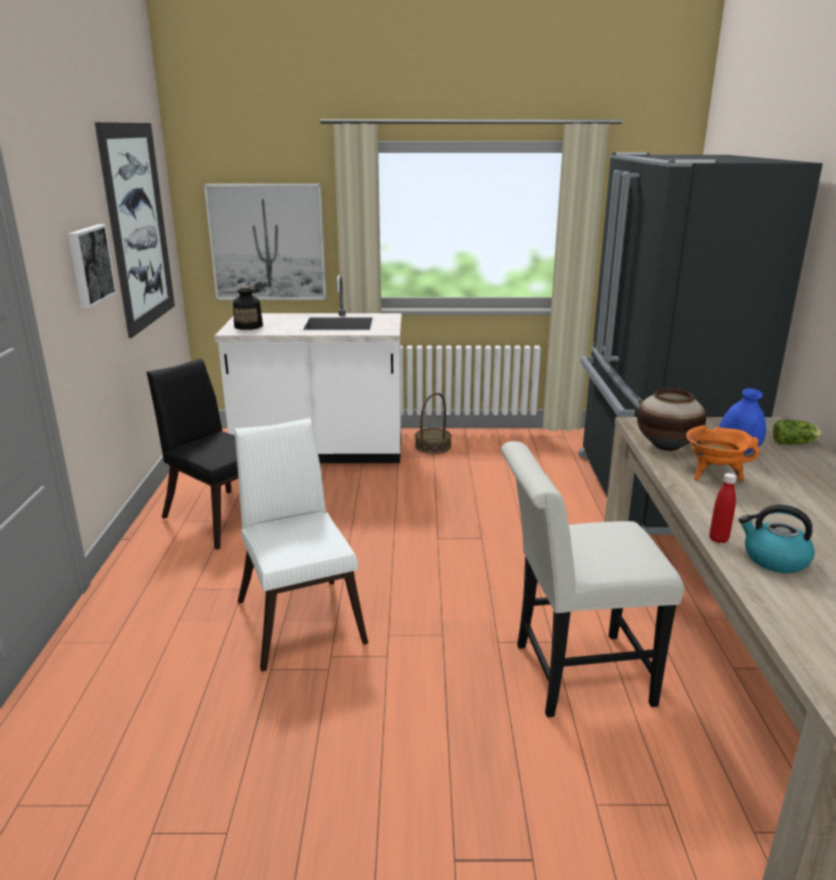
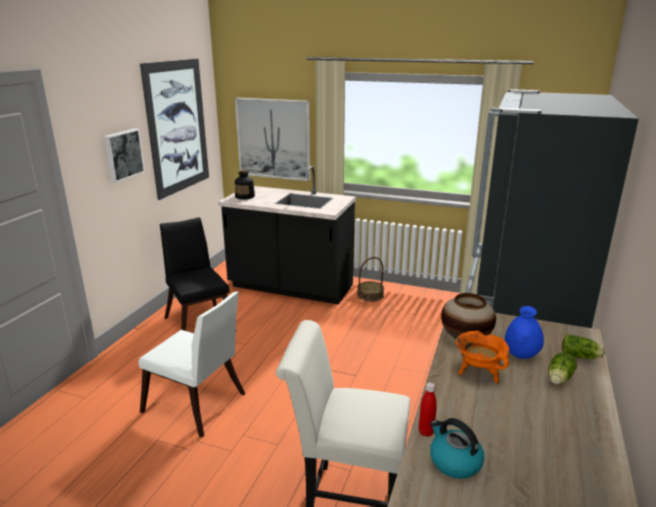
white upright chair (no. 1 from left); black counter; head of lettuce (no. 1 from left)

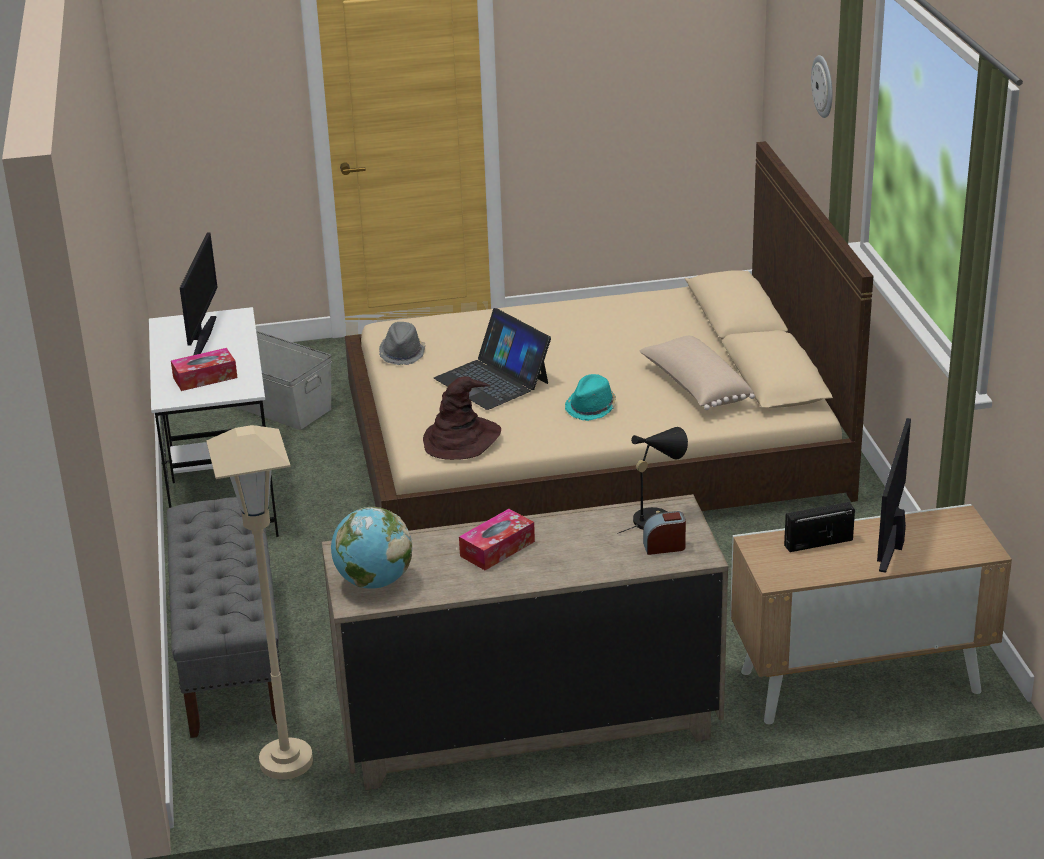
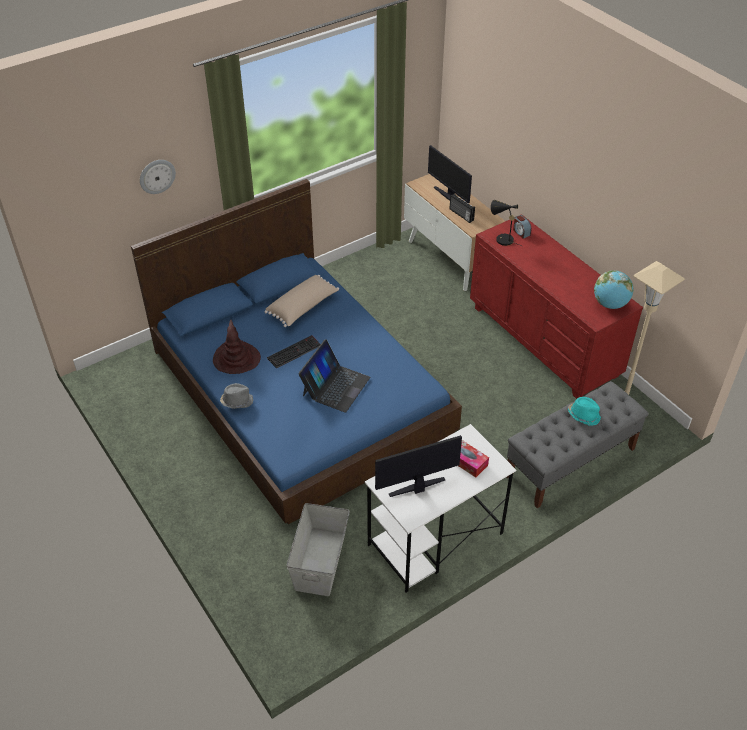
blue-coloured bed; brown-coloured hat; grey hat; PC keyboard; computer display (no. 2 from left); red-coloured drawer chest; turquoise-coloured hat; tissue box (no. 2 from left in the first image)

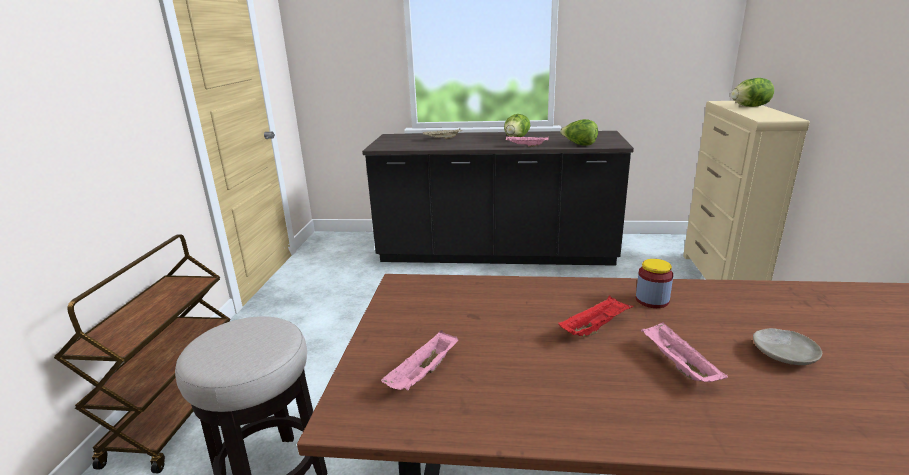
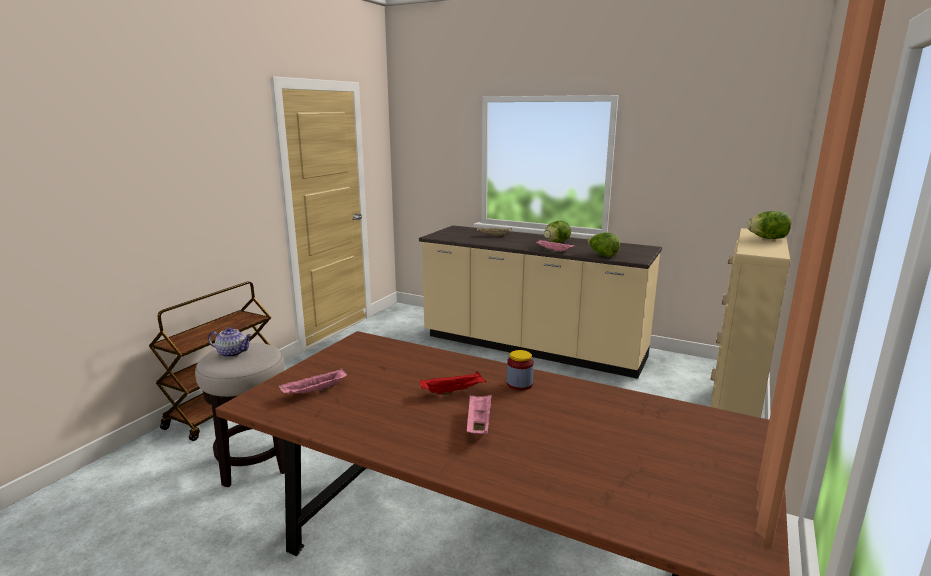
teapot; sand-coloured counter; sand-coloured flat dish

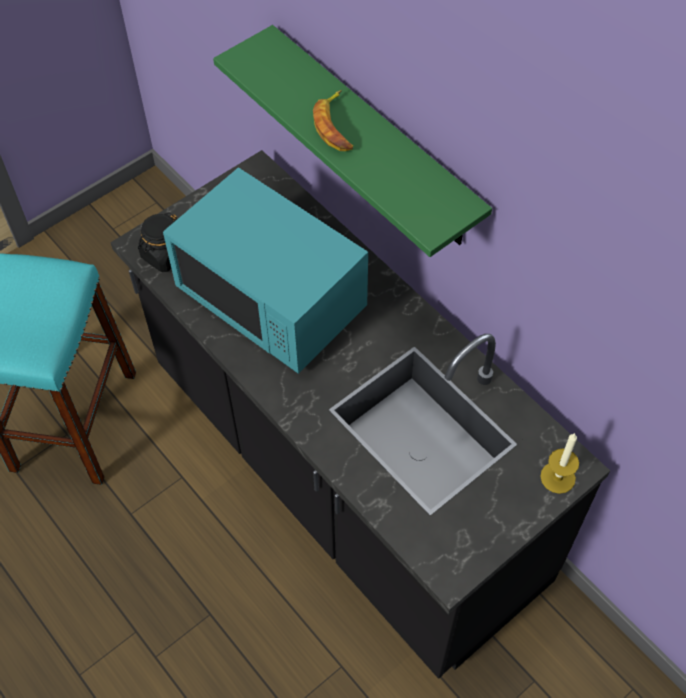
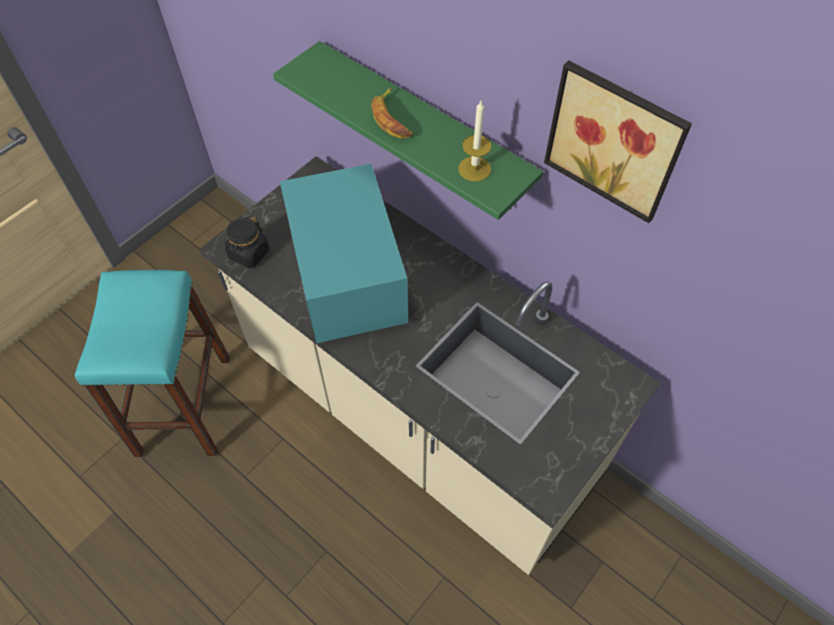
sand-coloured counter; turquoise-coloured kitchen microwave; candle; wall art

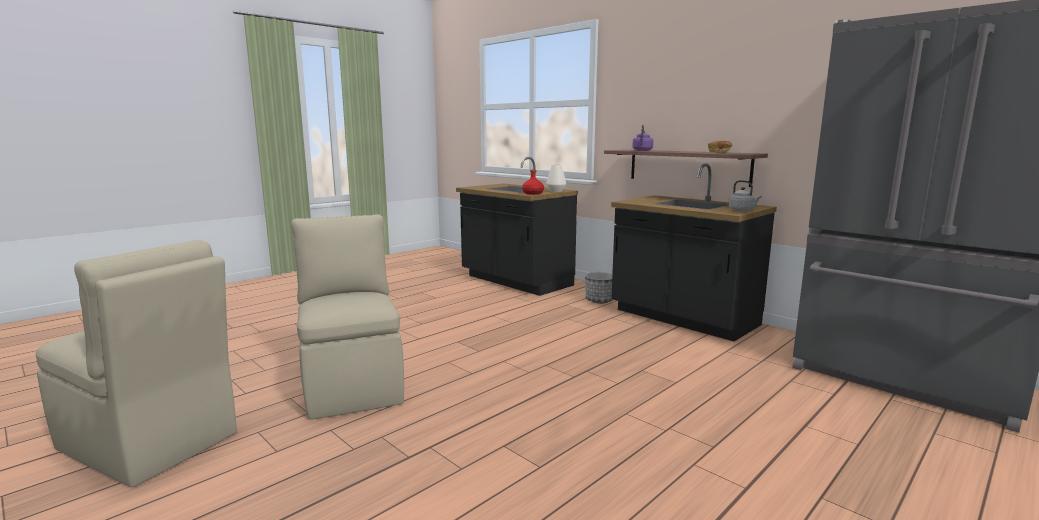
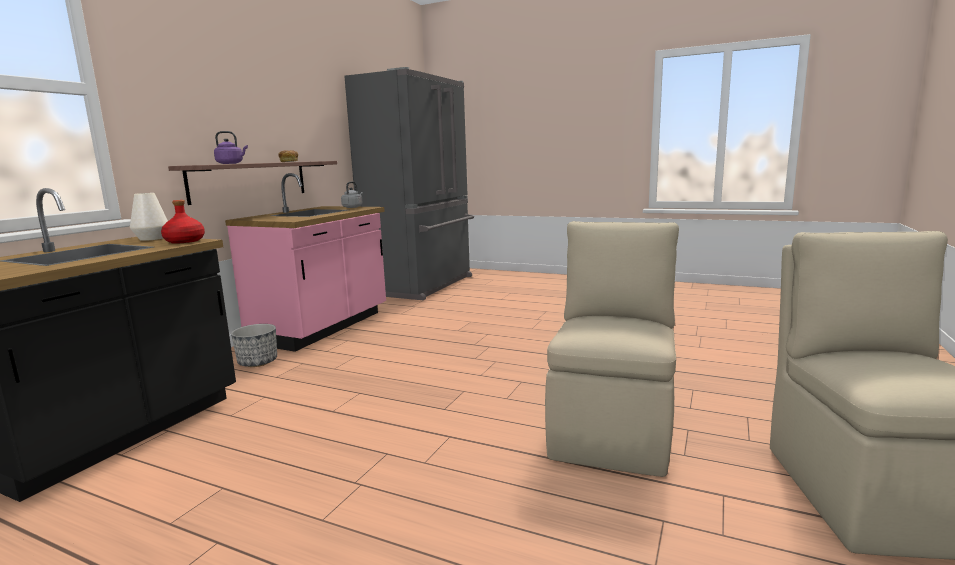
pink counter; sand-coloured upright chair (no. 1 from left)

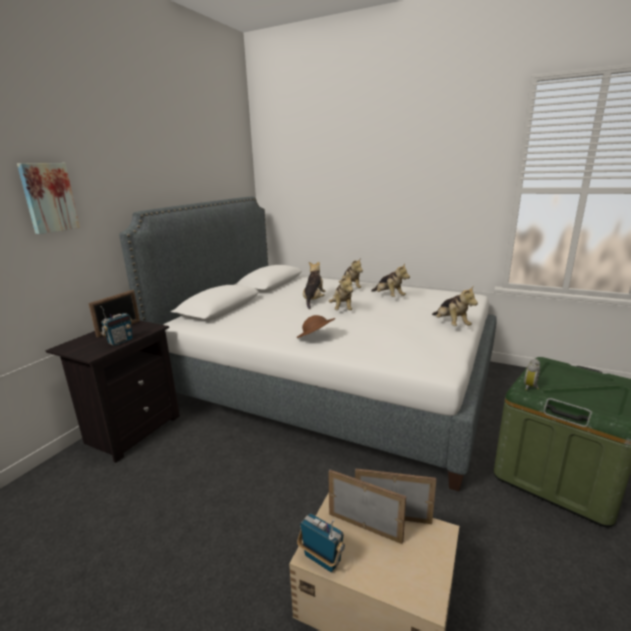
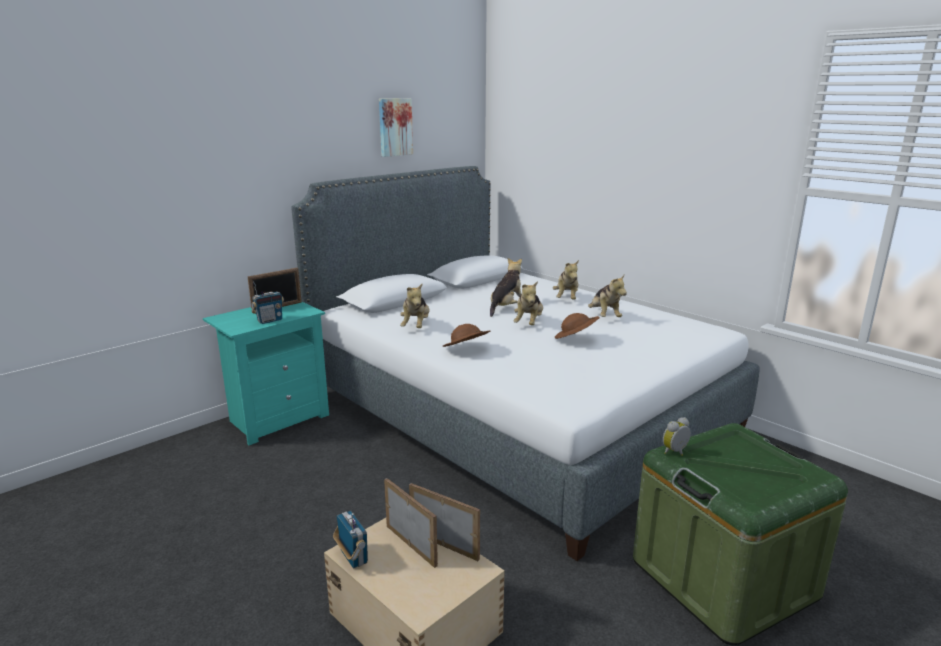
turquoise-coloured bedside table; wall art; soft toy (no. 1 from left); brown-coloured hat (no. 2 from left)

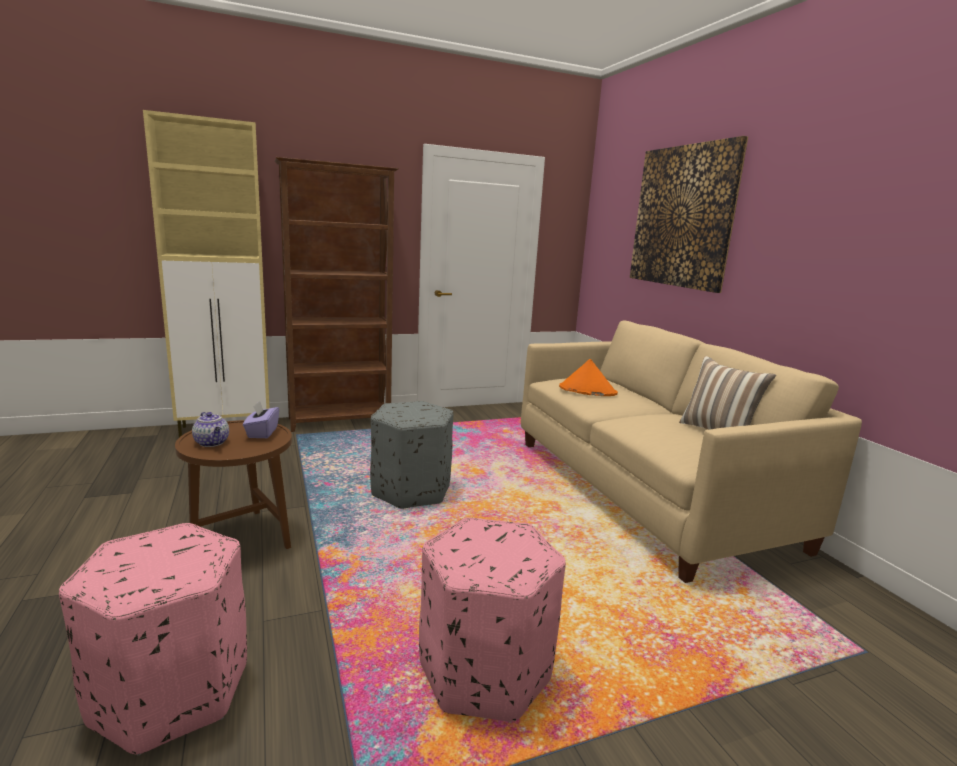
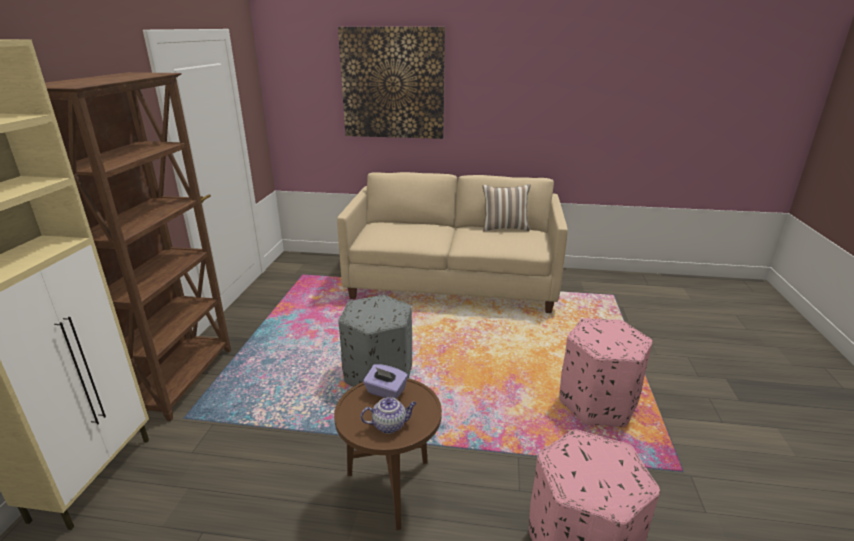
orangey hat

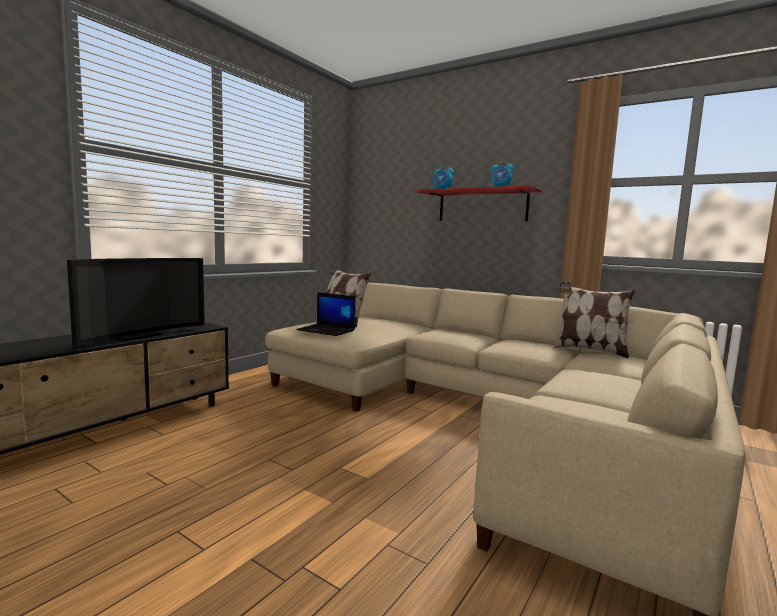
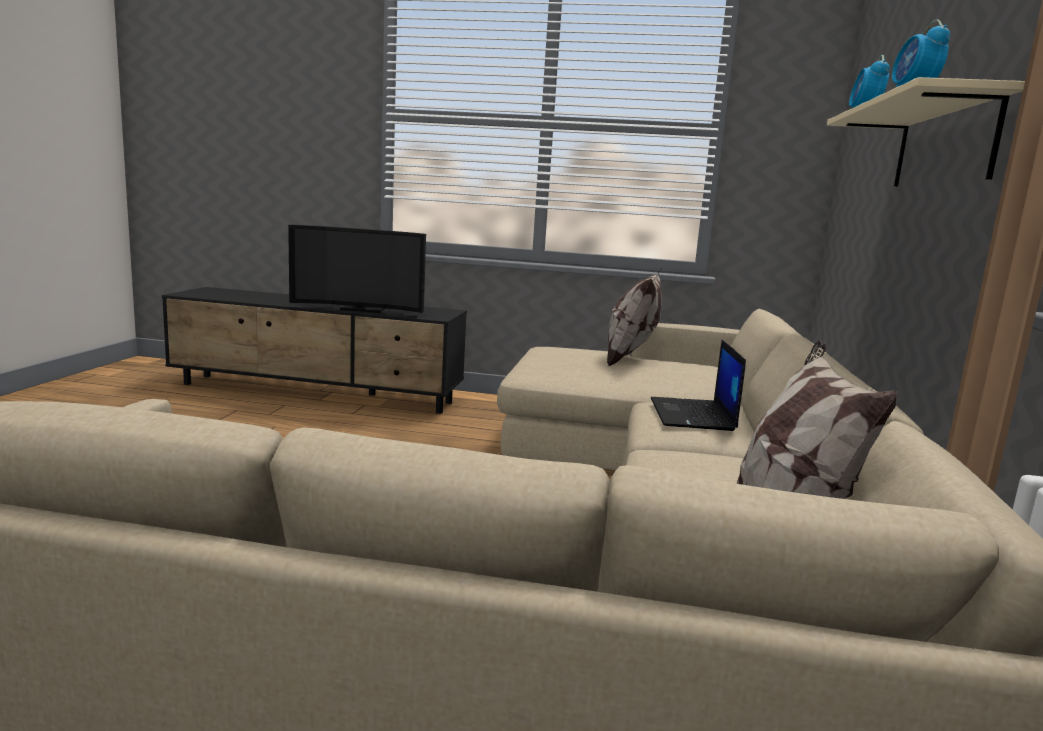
notebook computer; sand-coloured shelf

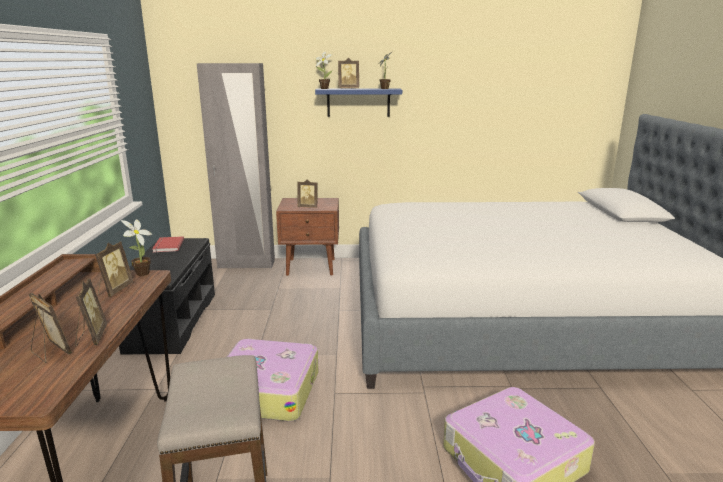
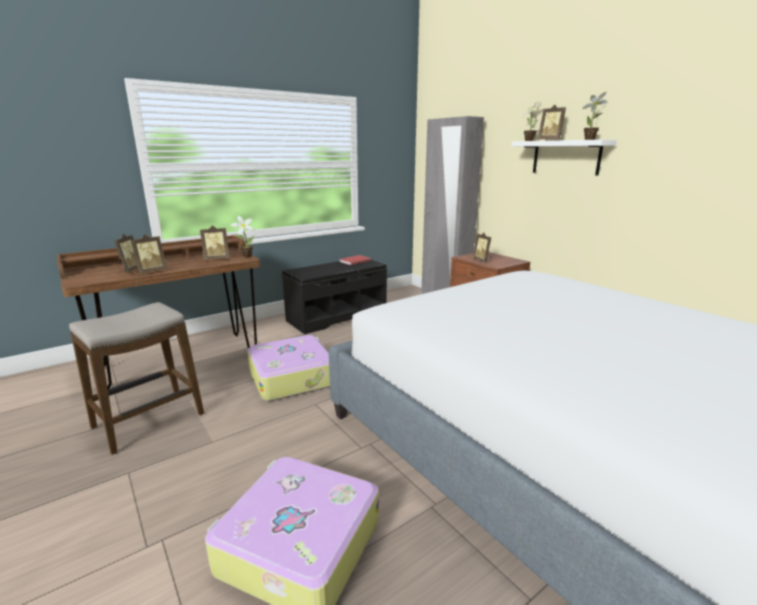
white shelf

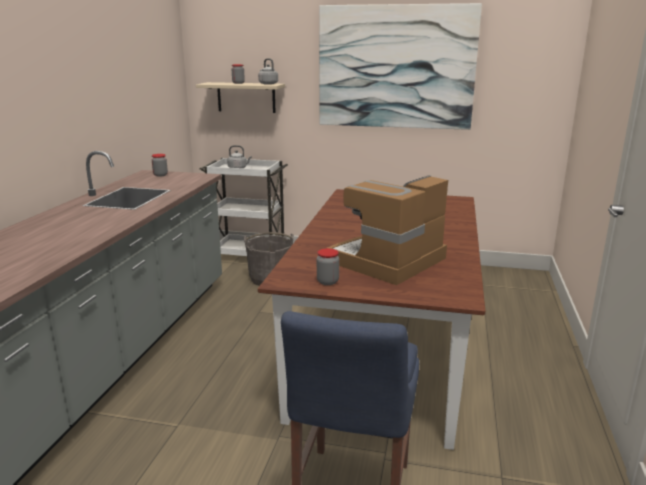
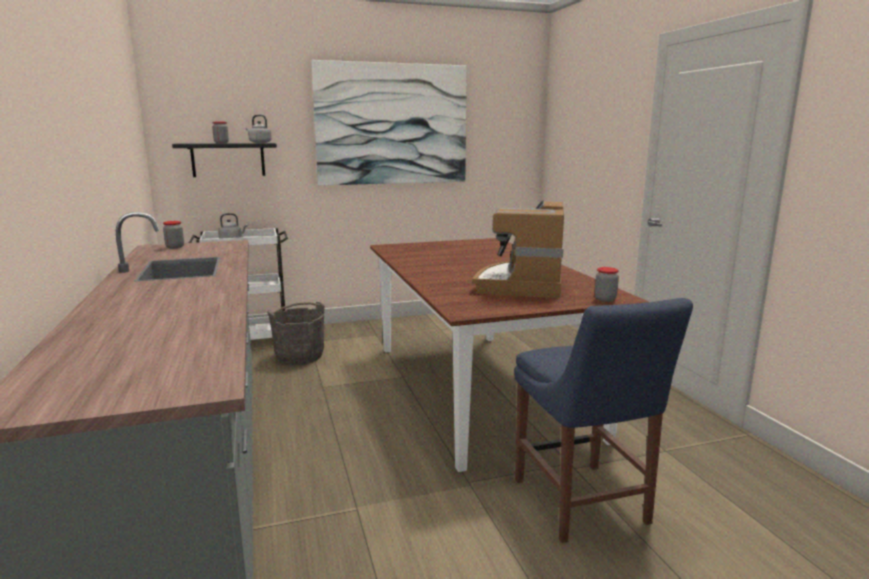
black shelf; jar (no. 3 from left)

